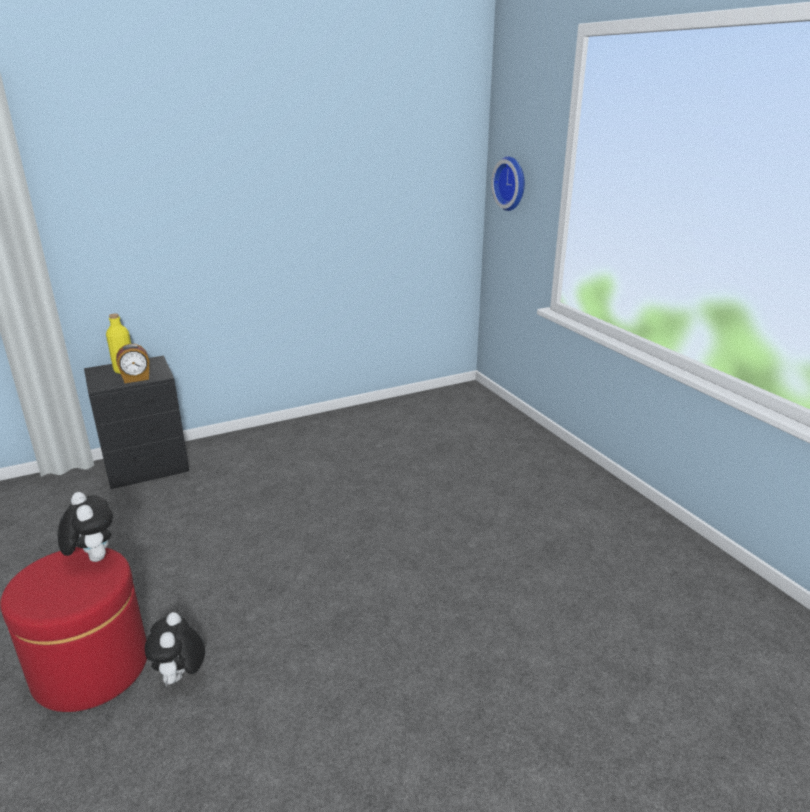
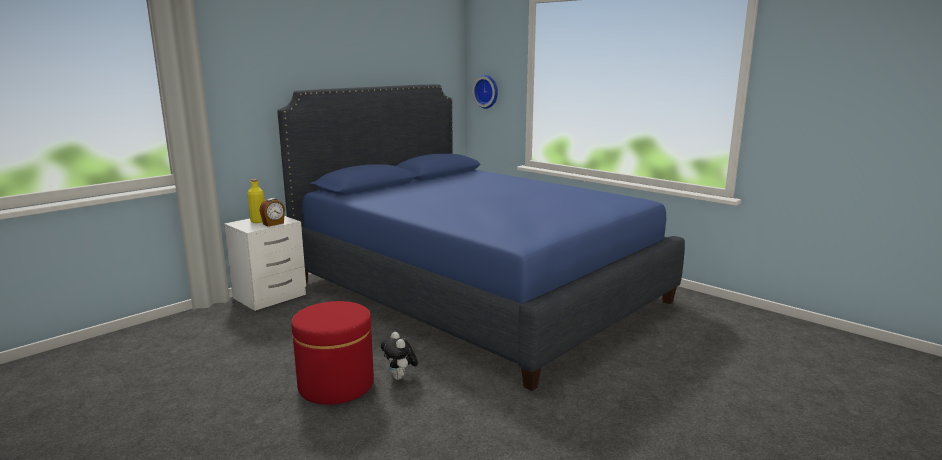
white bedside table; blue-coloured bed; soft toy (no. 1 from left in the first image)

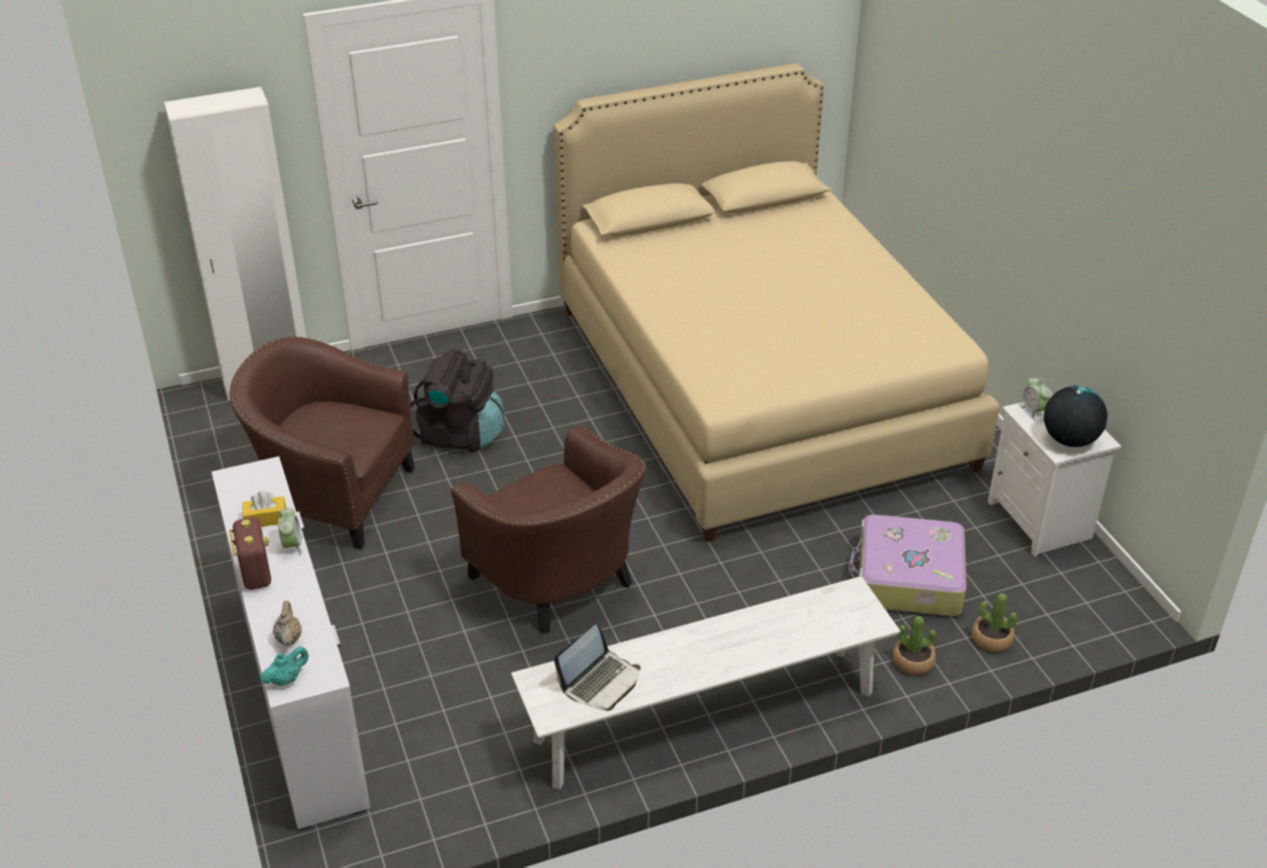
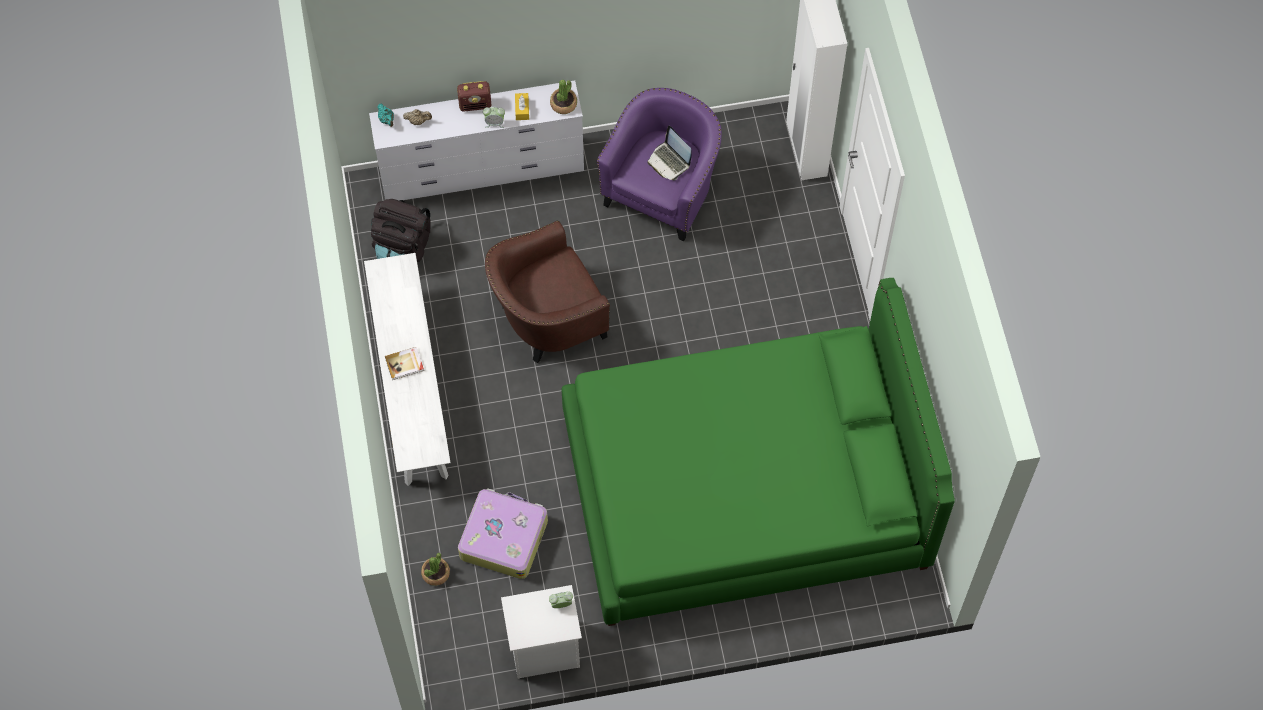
black rucksack; volume; houseplant (no. 2 from left); green-coloured bed; purplish easy chair; notebook computer; world globe

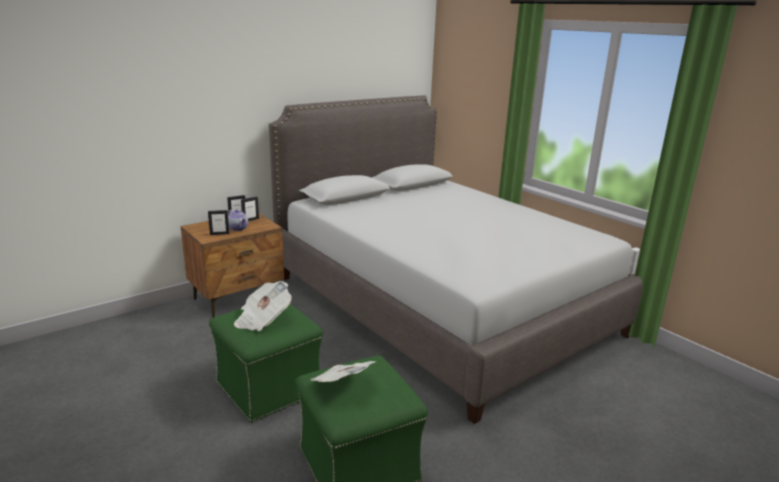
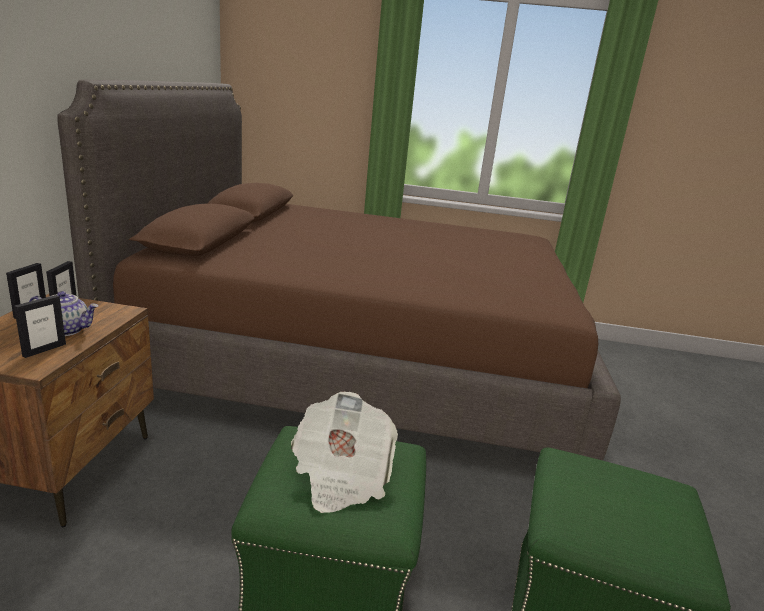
brown-coloured bed; daily paper (no. 2 from left in the first image)

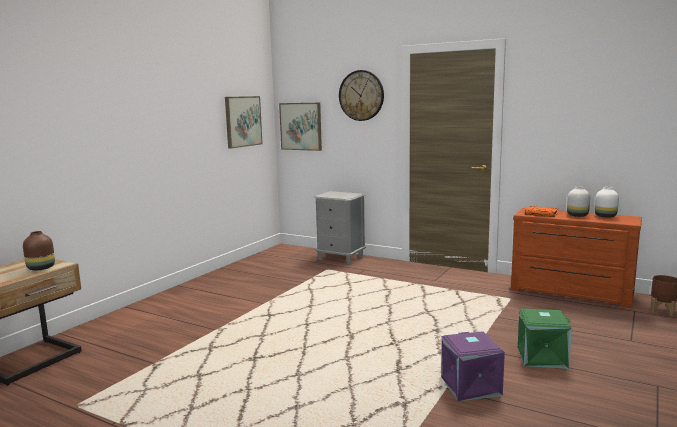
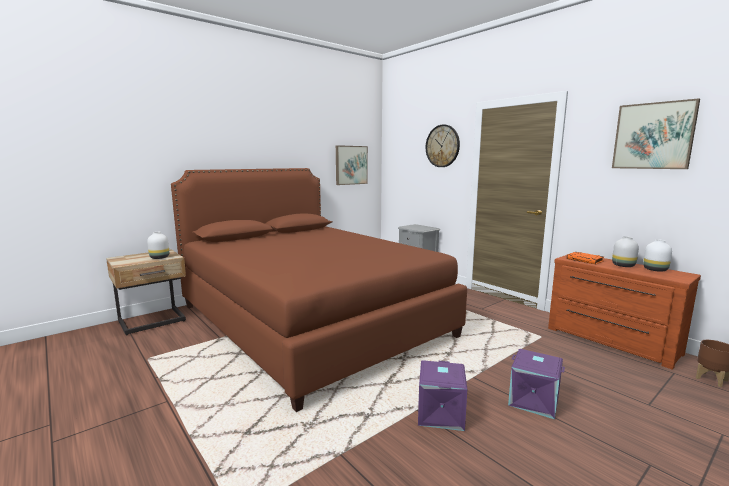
white vase (no. 1 from left); brown-coloured bed; purplish storage bin (no. 2 from left); wall art (no. 2 from left)

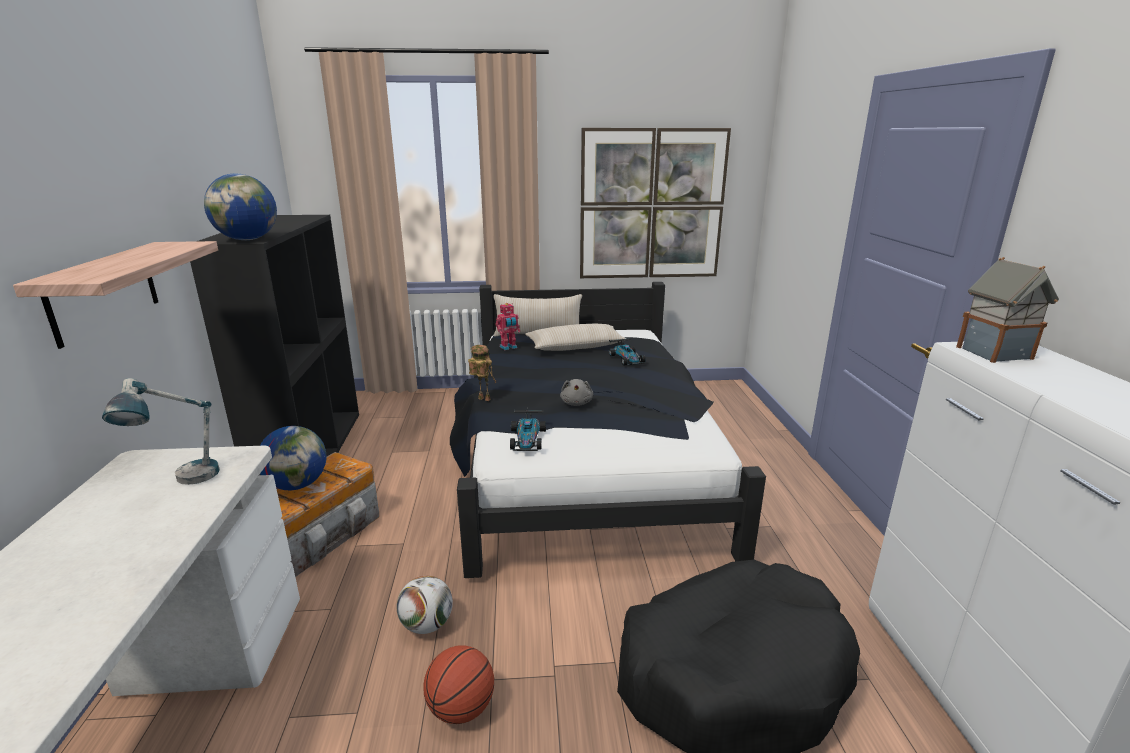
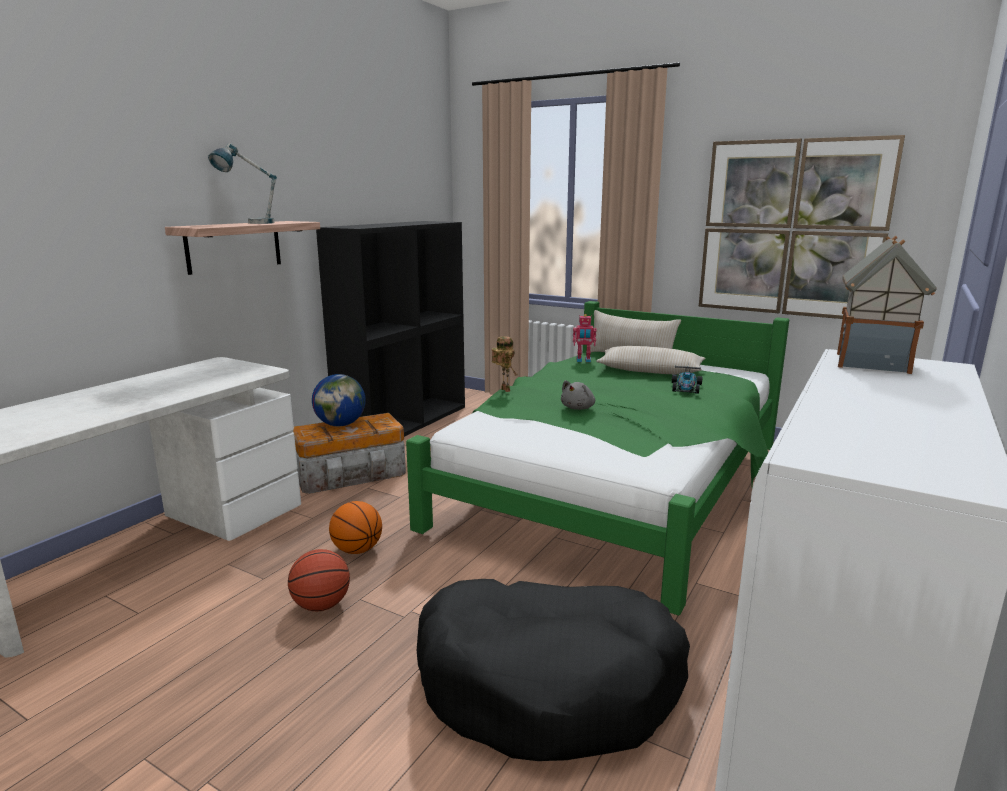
table lamp; ball for basketball (no. 2 from left); green-coloured bed; world globe (no. 1 from left in the first image); miniature car (no. 1 from left in the first image)

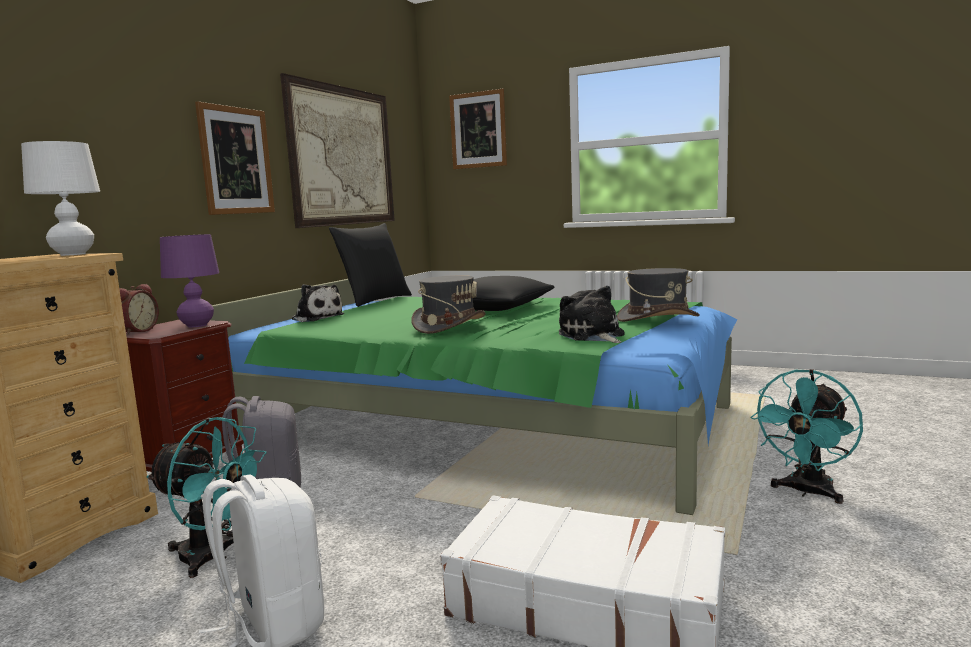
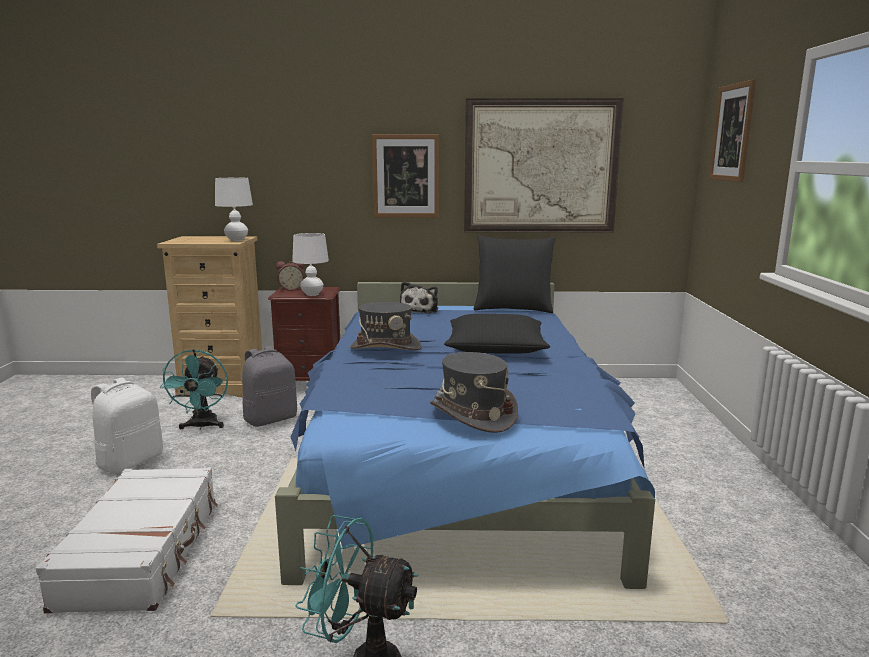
blue-coloured bed; white table lamp (no. 2 from left); soft toy (no. 2 from left in the first image)

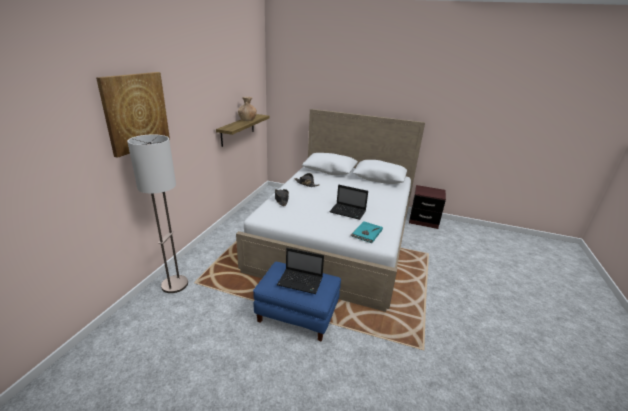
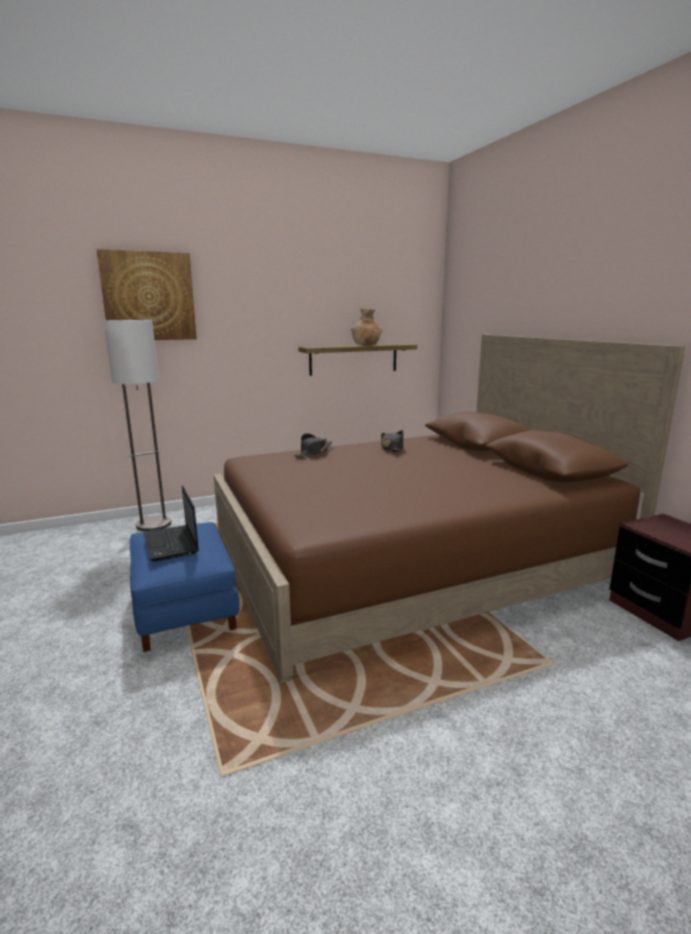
brown-coloured bed; notebook computer (no. 2 from left in the first image); turquoise-coloured volume

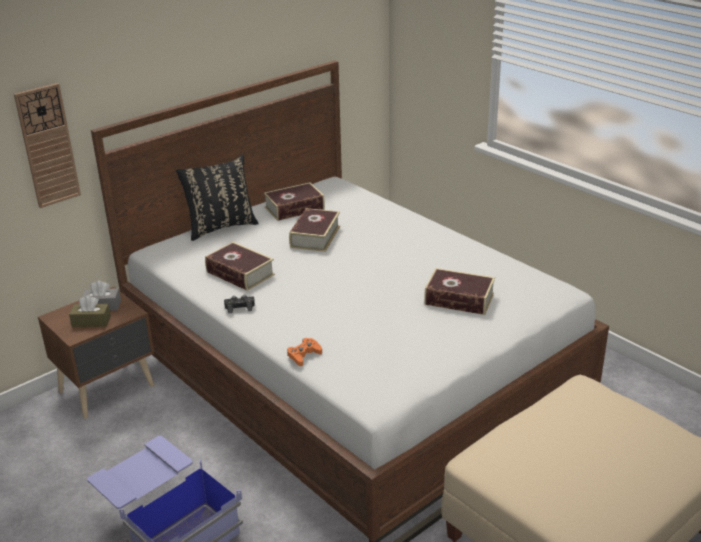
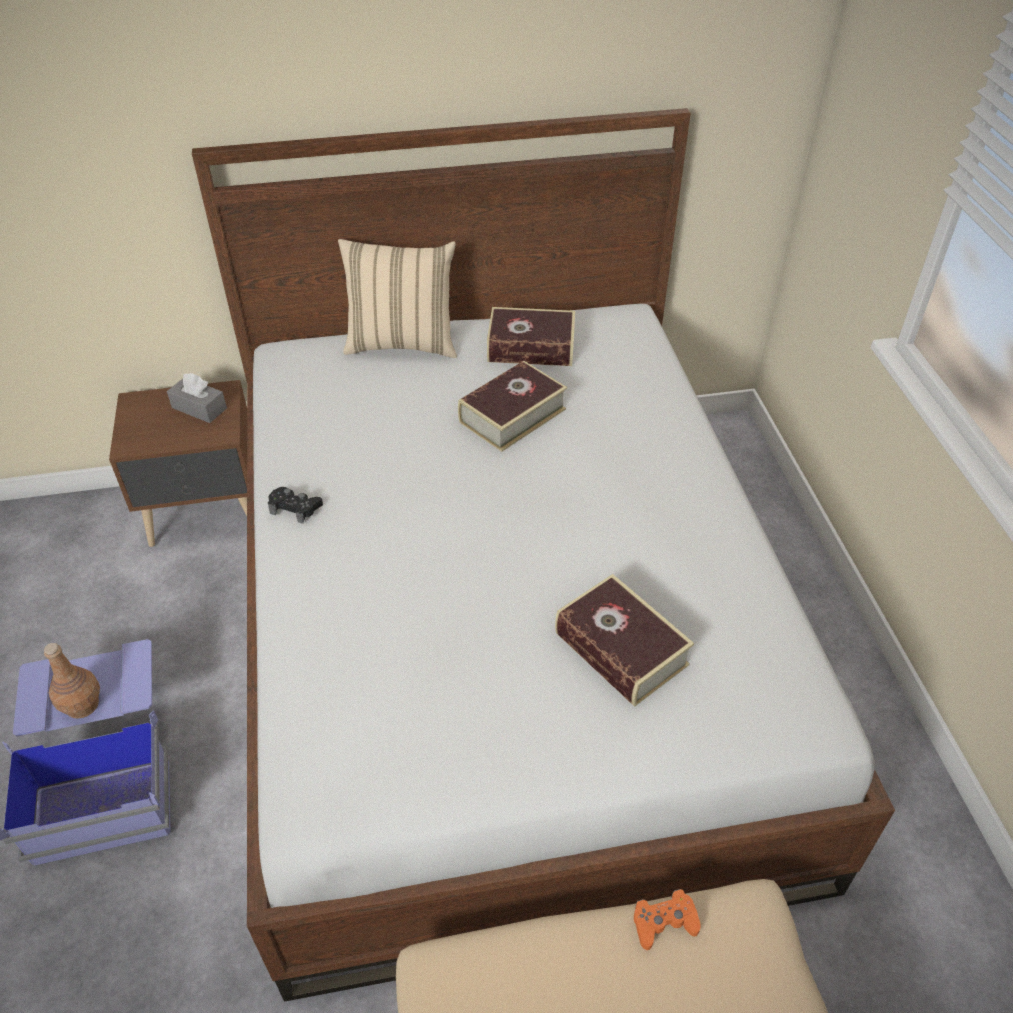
brown-coloured bottle; sand-coloured cushion; orangey gamepad; wall clock; brown-coloured tissue box; volume (no. 1 from left in the first image)

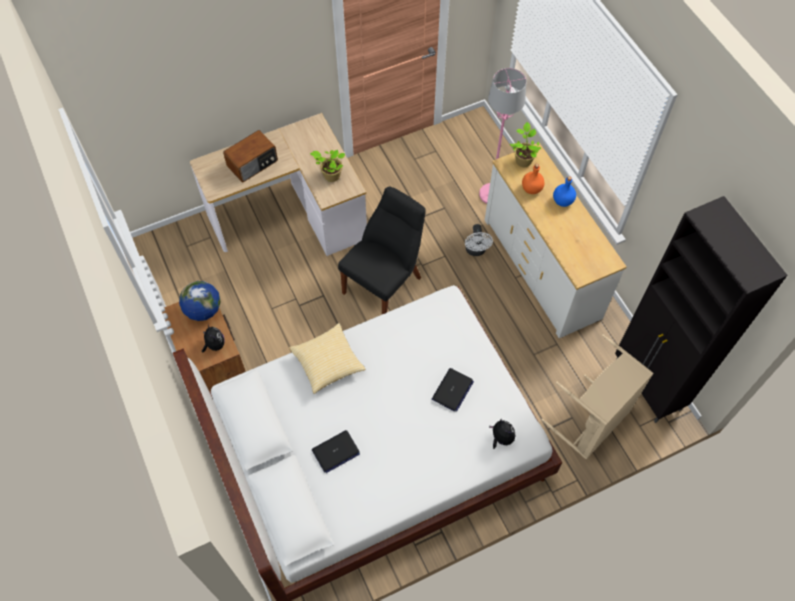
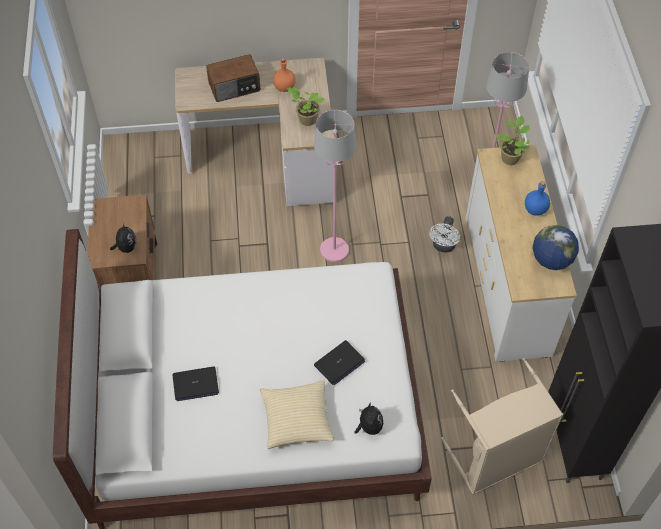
cushion; orangey bottle; pink floor lamp (no. 1 from left); world globe

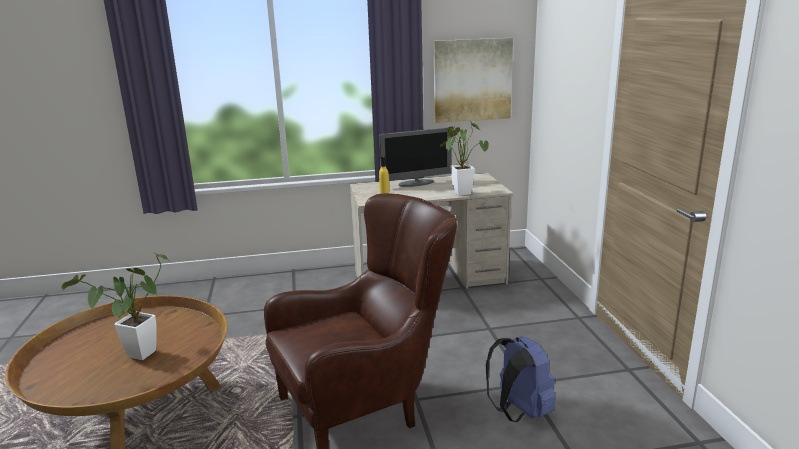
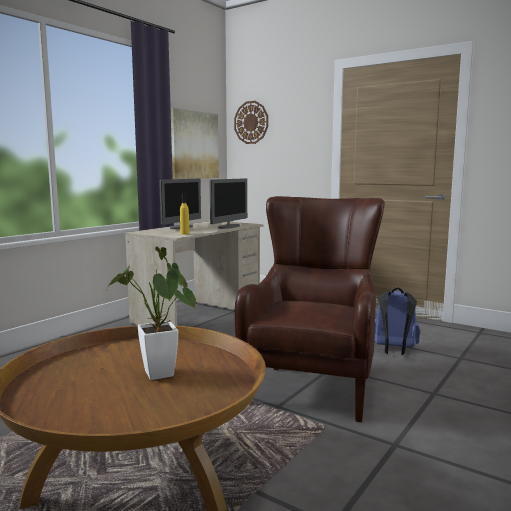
computer display (no. 2 from left); wall clock

